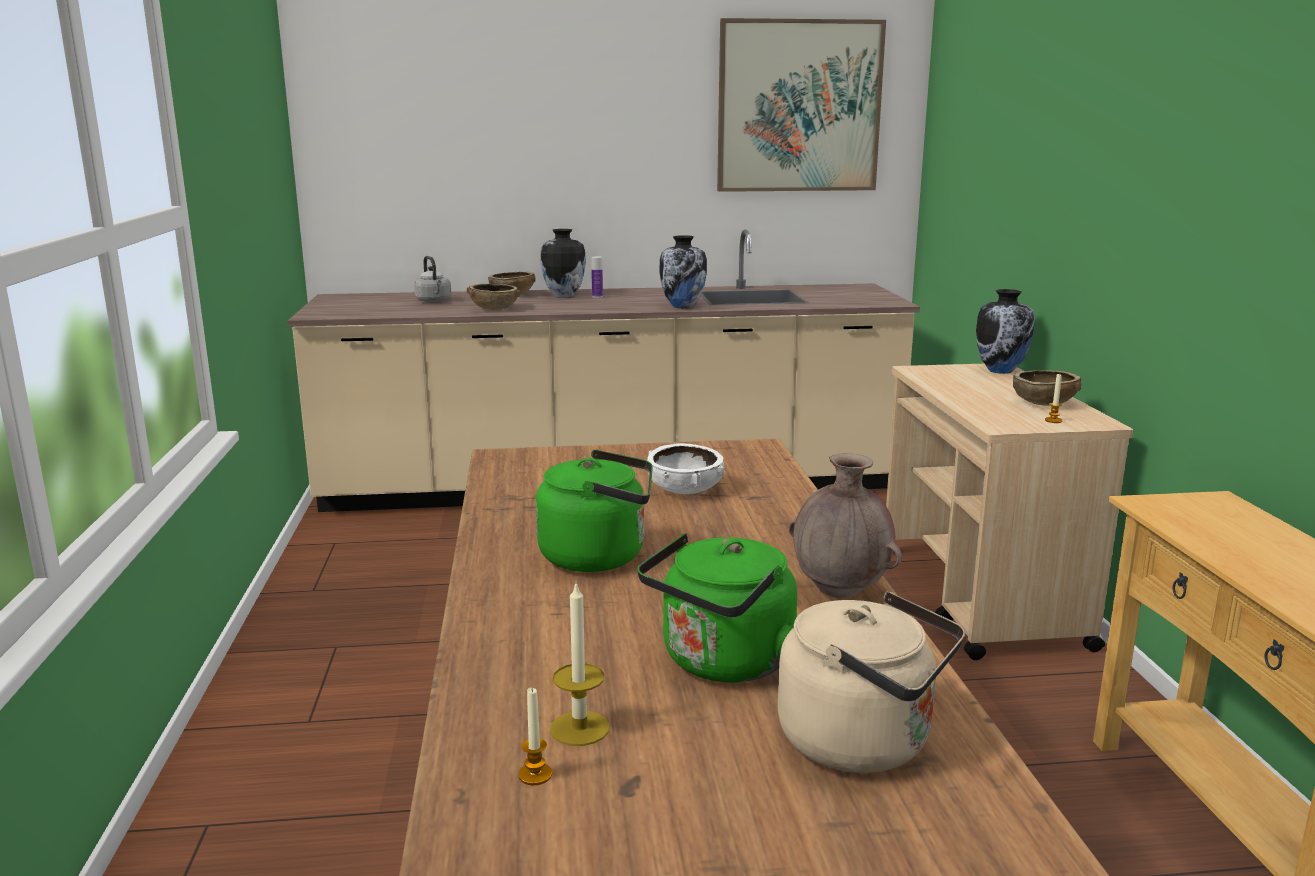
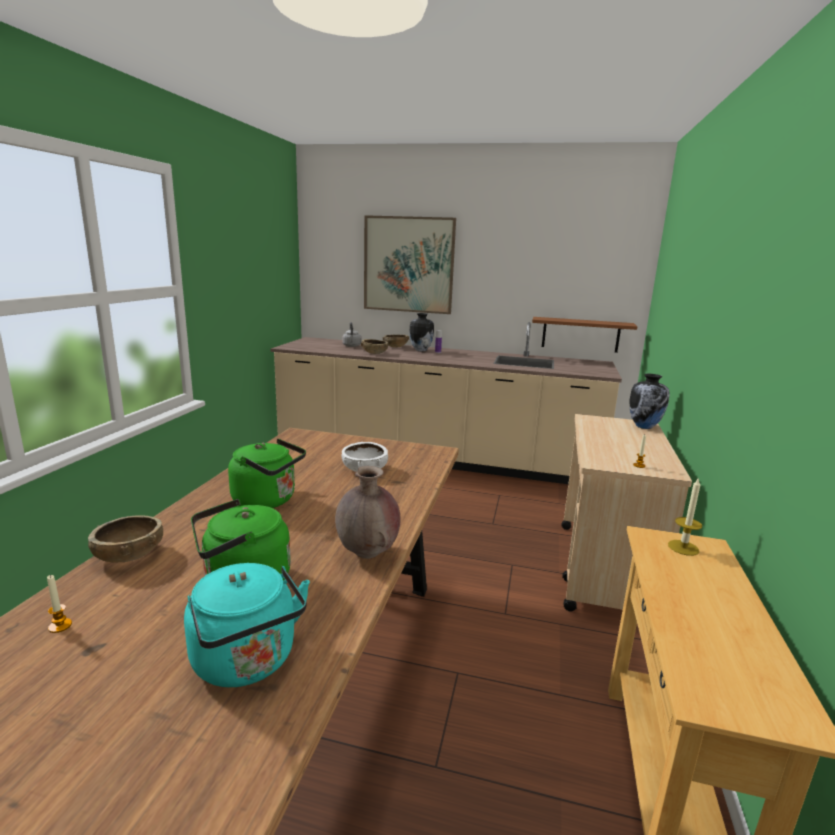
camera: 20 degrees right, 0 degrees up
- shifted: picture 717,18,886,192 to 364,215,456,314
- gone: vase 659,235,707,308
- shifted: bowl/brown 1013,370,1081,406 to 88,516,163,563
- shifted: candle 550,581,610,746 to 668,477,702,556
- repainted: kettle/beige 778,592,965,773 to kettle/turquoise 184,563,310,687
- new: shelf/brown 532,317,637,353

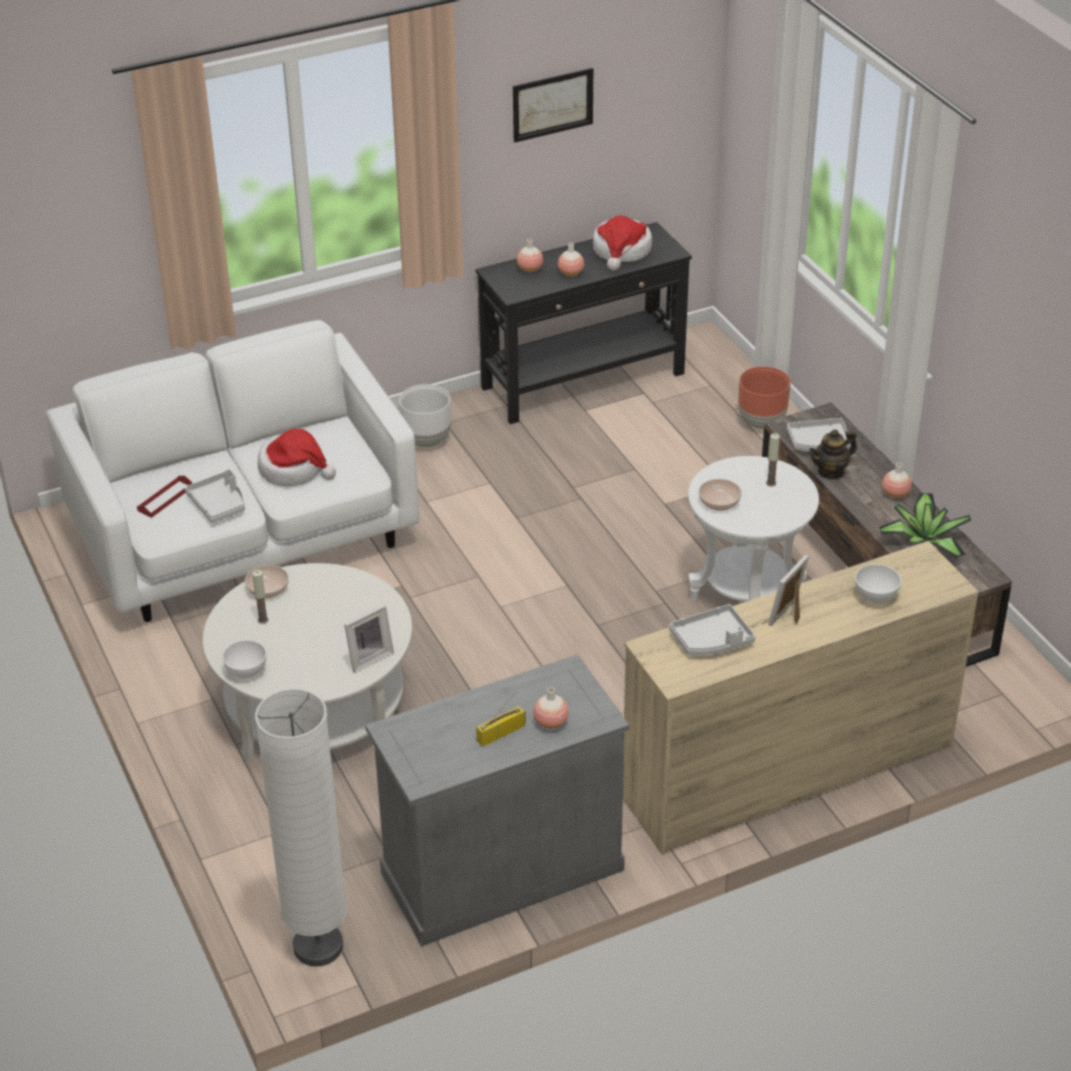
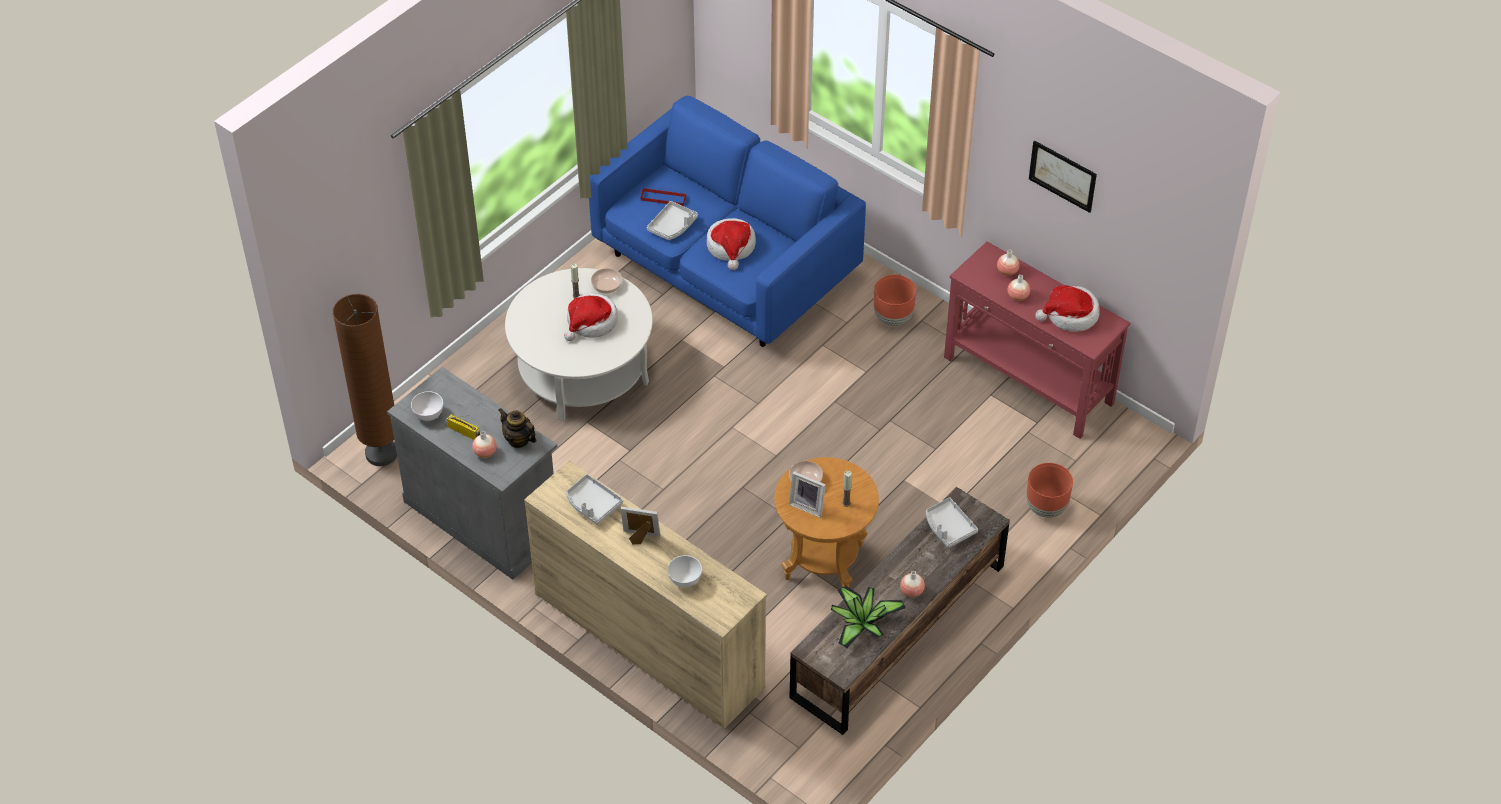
camera: 65 degrees right, 10 degrees up
- repainted: console table/black 476,222,692,424 to console table/red 944,241,1130,439
- repainted: sofa/white 46,320,420,622 to sofa/blue 589,96,866,347
- repainted: planter/white 399,384,451,447 to planter/brown 874,275,916,326
- shifted: teapot 810,429,857,480 to 499,408,537,448
- repainted: side table/white 688,456,819,601 to side table/brown 774,457,879,587
- shifted: picture frame 344,604,394,673 to 789,471,826,518
- shifted: bowl/white 222,640,266,679 to 411,391,443,421
- repainted: floor lamp/white 255,688,347,967 to floor lamp/brown 333,294,397,466
- new: hat 564,293,618,341

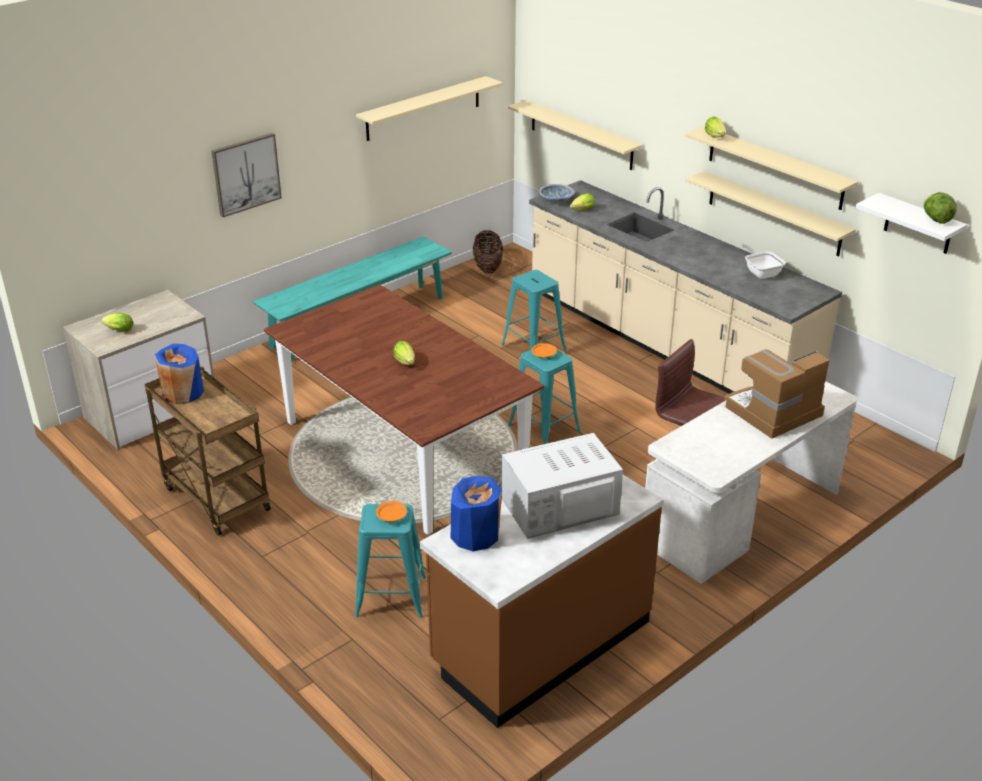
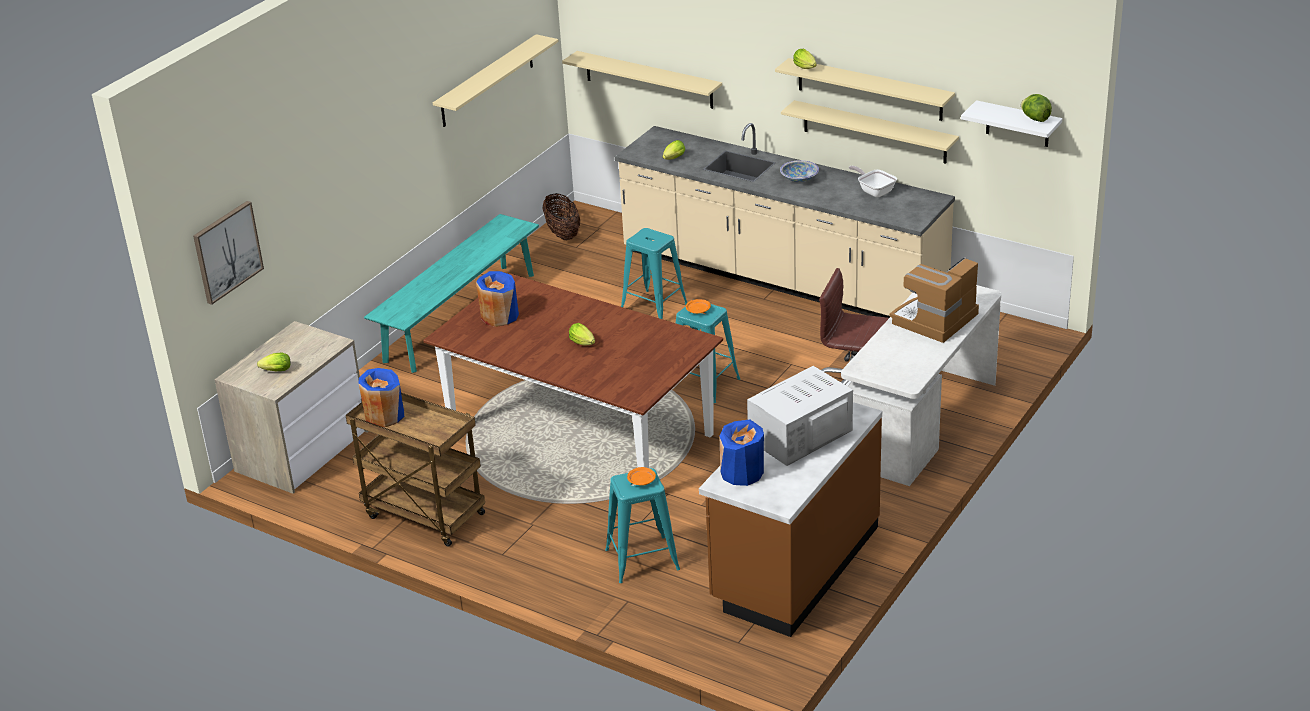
camera: 15 degrees left, 0 degrees up
- shifted: picture 211,133,282,217 to 193,201,264,305
- shifted: bowl 538,184,575,203 to 780,160,819,182
- new: vase/blue 476,271,519,327

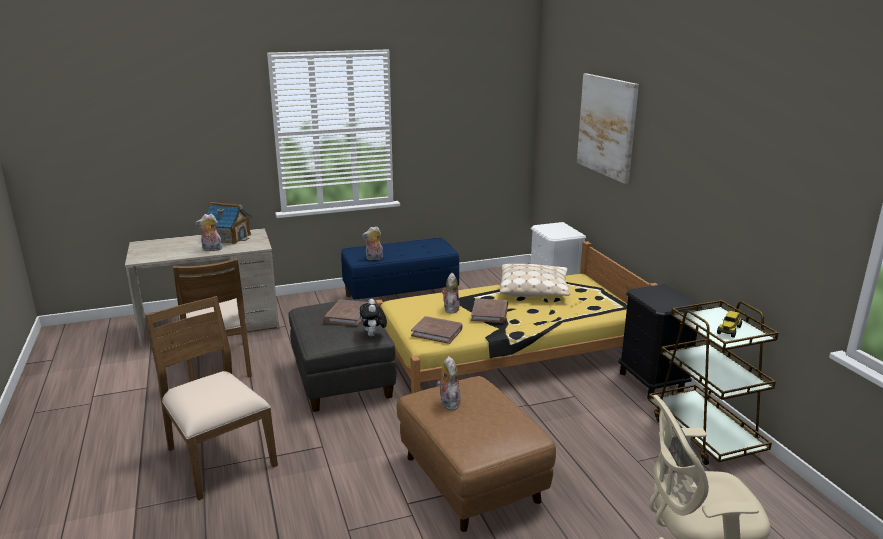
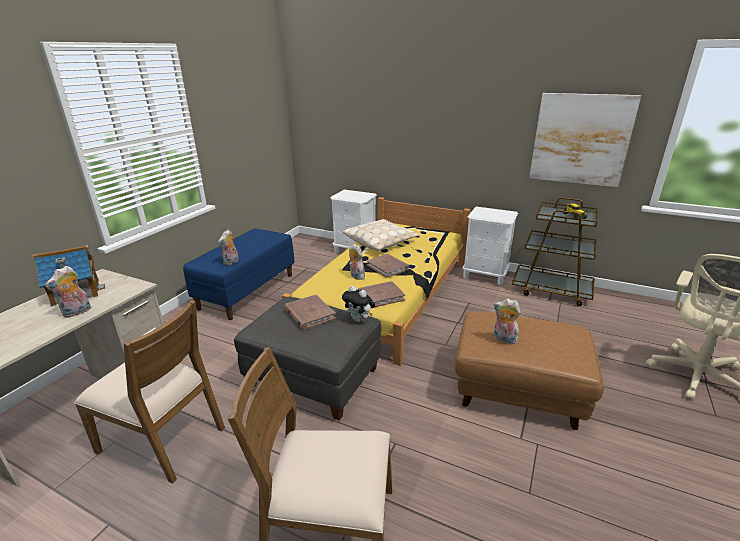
camera: 45 degrees left, 5 degrees up
- shifted: picture 577,73,639,184 to 529,93,641,187
- repainted: nightstand/black 618,284,703,399 to nightstand/white 462,207,518,285

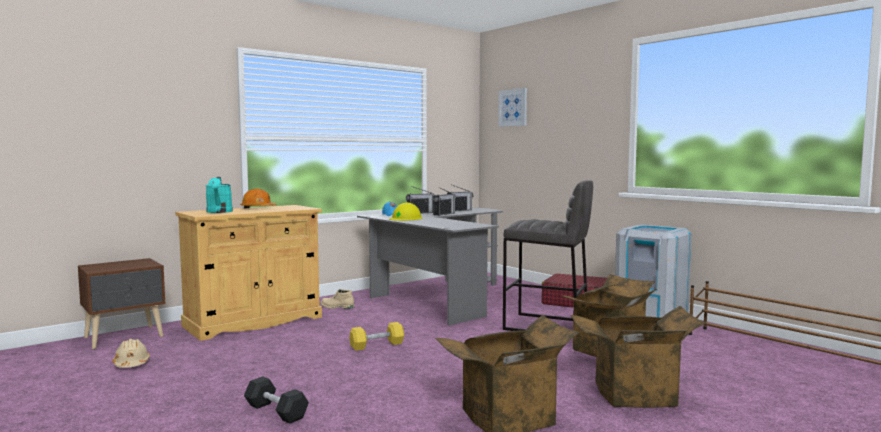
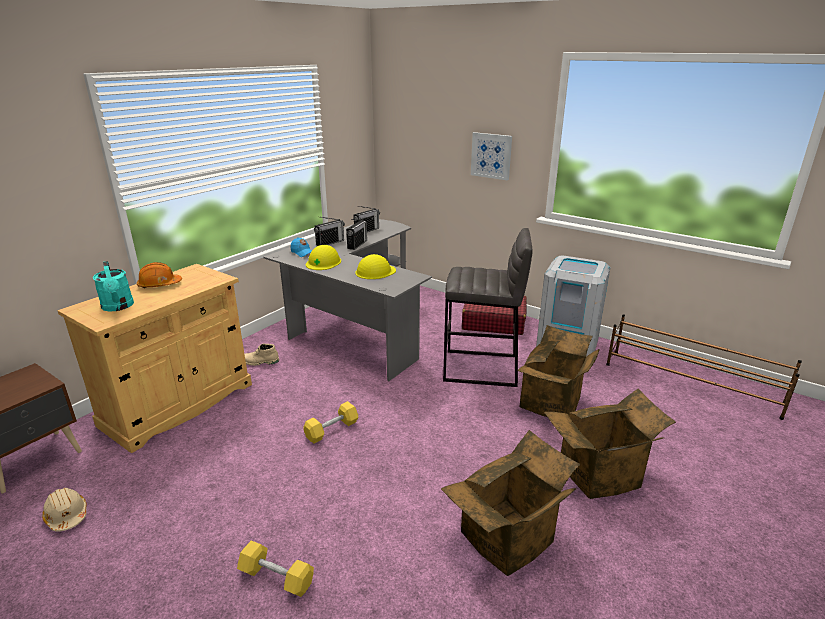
camera: 15 degrees left, 20 degrees up
- shifted: picture 498,88,527,127 to 471,132,512,180
- repainted: dumbbell/black 244,376,309,424 to dumbbell/yellow 237,540,314,597
- new: hard hat/yellow 355,254,396,279

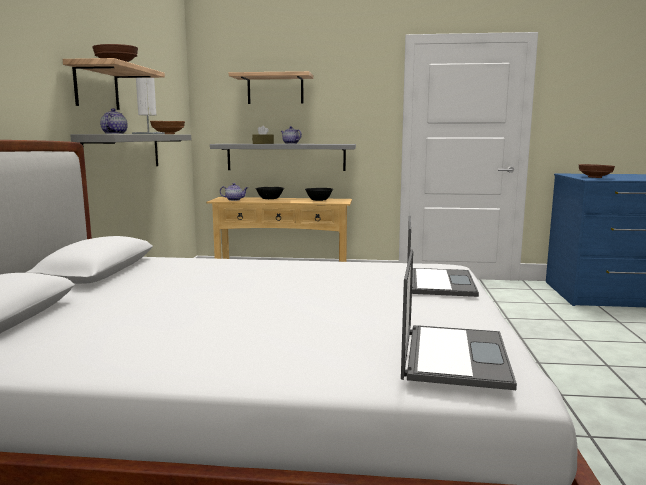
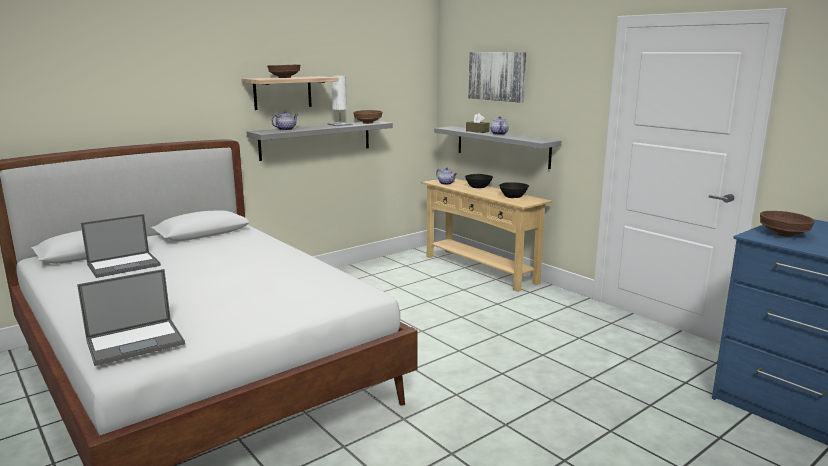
camera: 45 degrees right, 5 degrees up
- swapped: shelf 229,71,313,104 to picture 468,52,526,103
- shifted: laptop 407,216,479,297 to 81,214,161,278

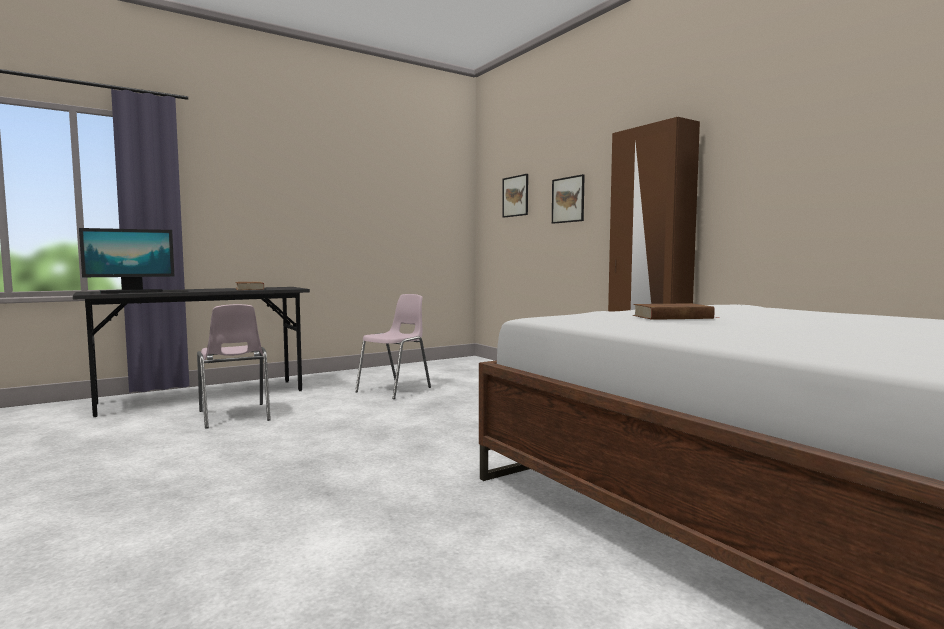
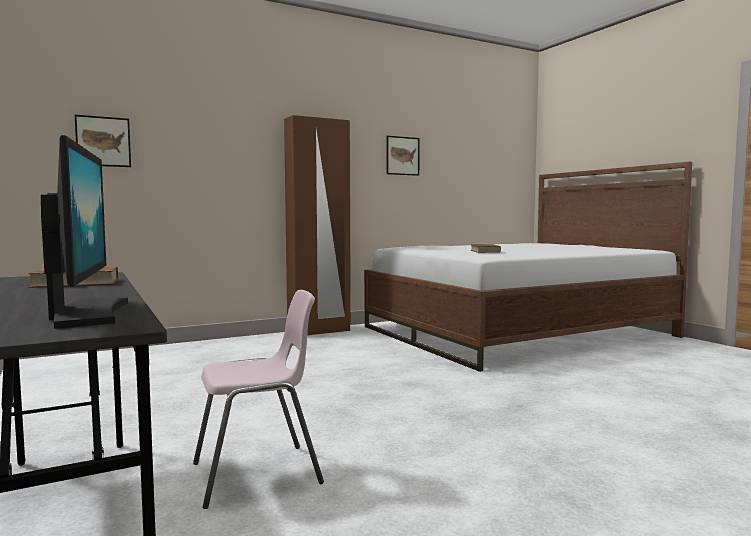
camera: 85 degrees left, 0 degrees up
- shifted: picture 552,174,585,224 to 386,136,420,176
- gone: chair/pink 355,294,431,399

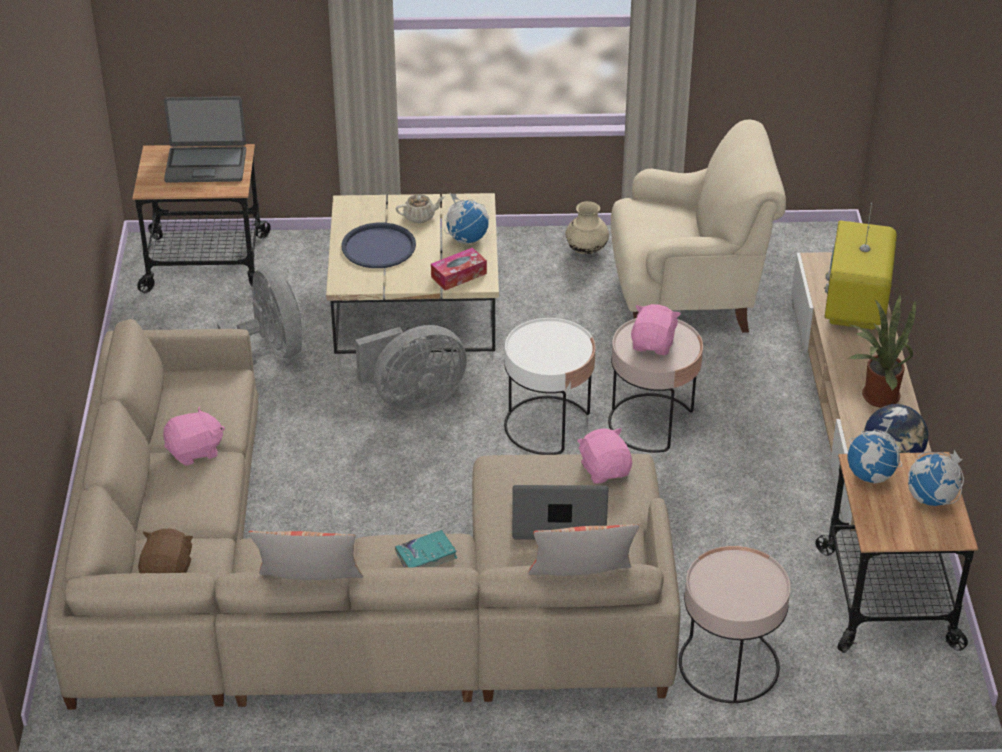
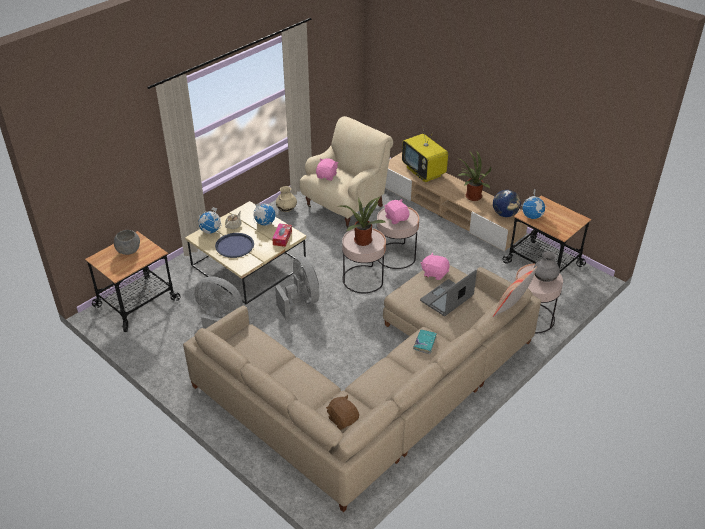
camera: 45 degrees left, 0 degrees up
- swapped: laptop 164,96,246,183 to bowl/grey 114,230,140,255
- repainted: side table/white 504,318,595,455 to side table/pink 342,228,386,293
- rotated: fan/grey 355,325,467,412 = 275,256,319,320 45 degrees counterclockwise
- shifted: plush toy/pink 163,407,225,466 to 316,158,338,181
- shifted: globe 908,450,964,506 to 198,206,222,234
- gone: pillow 249,531,363,580
- new: potted plant 338,197,385,246
- new: vase/grey 534,251,560,282

